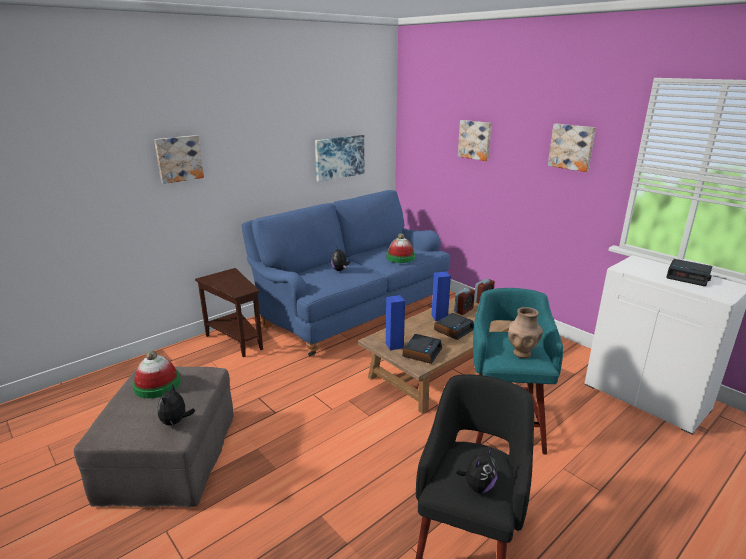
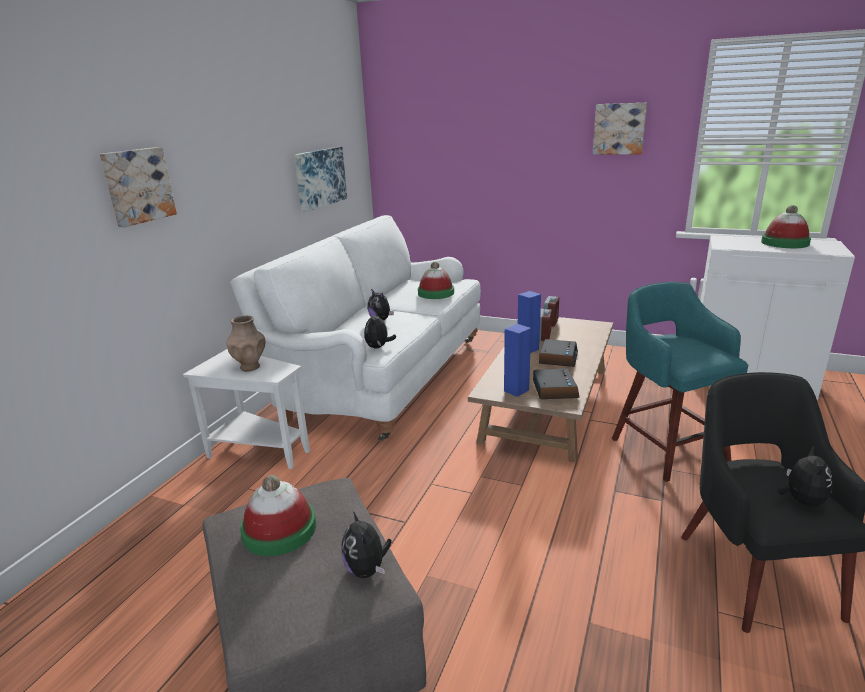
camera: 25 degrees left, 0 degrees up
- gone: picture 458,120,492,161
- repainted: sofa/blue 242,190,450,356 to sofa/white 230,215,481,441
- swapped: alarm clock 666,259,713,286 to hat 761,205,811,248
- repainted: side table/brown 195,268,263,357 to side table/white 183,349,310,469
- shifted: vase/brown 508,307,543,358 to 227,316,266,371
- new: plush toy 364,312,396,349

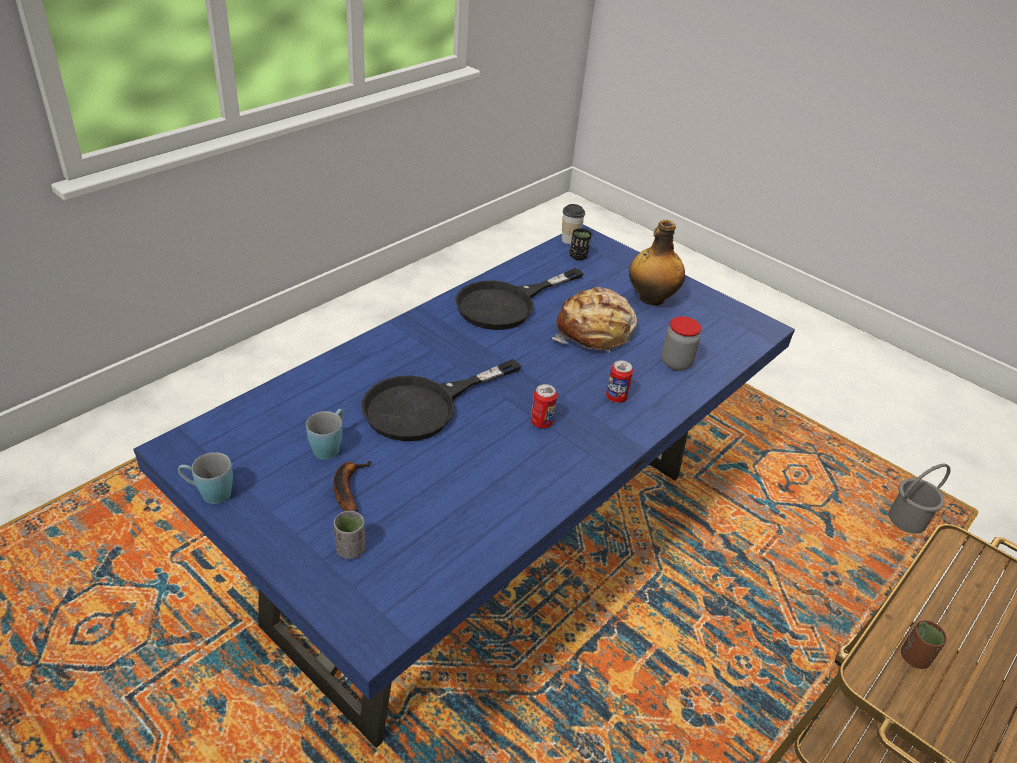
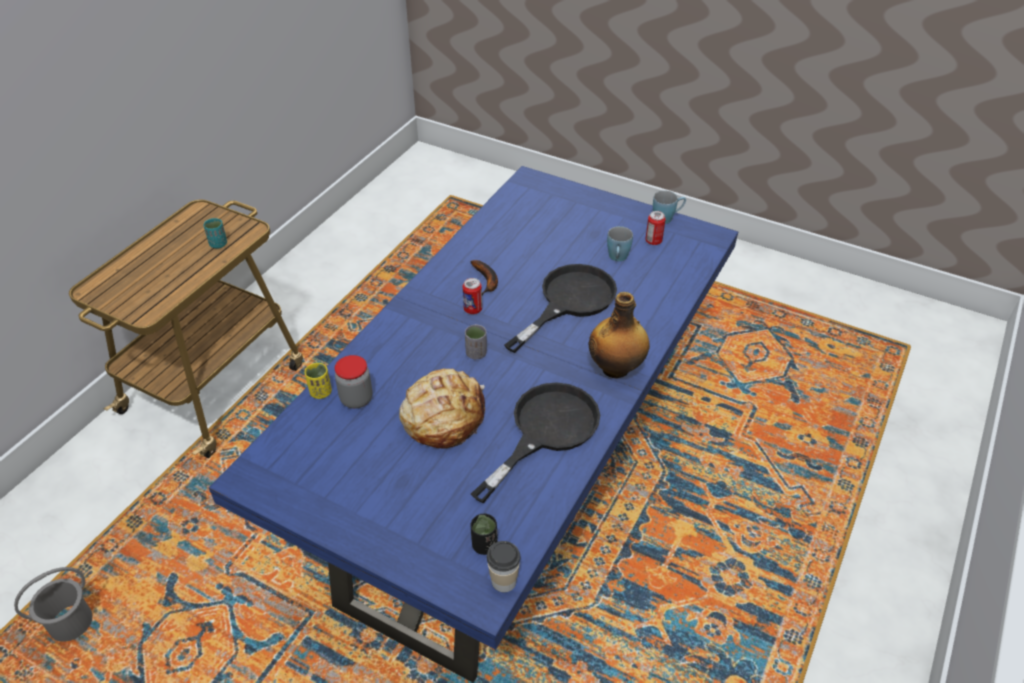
camera: 170 degrees right, 5 degrees up
- shifted: bottle 629,220,685,306 to 589,292,650,379
- shifted: can 606,360,633,403 to 645,211,666,245
- shifted: banana 333,461,372,512 to 470,260,498,295
- shifted: cup/grey 334,511,365,559 to 465,324,487,359
- repainted: cup/brown 901,620,947,669 to cup/turquoise 204,218,227,248
- new: cup/yellow 305,363,332,399

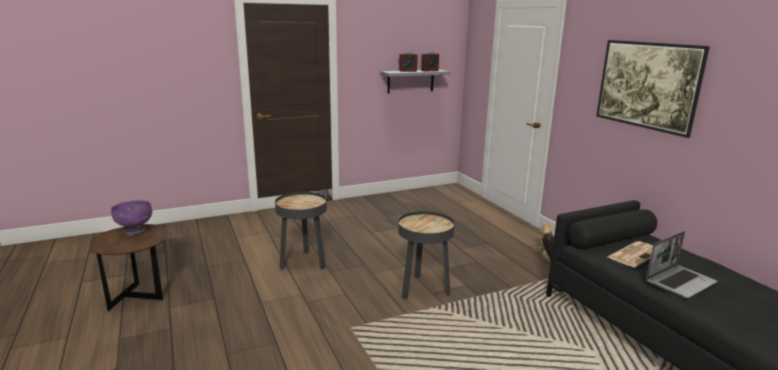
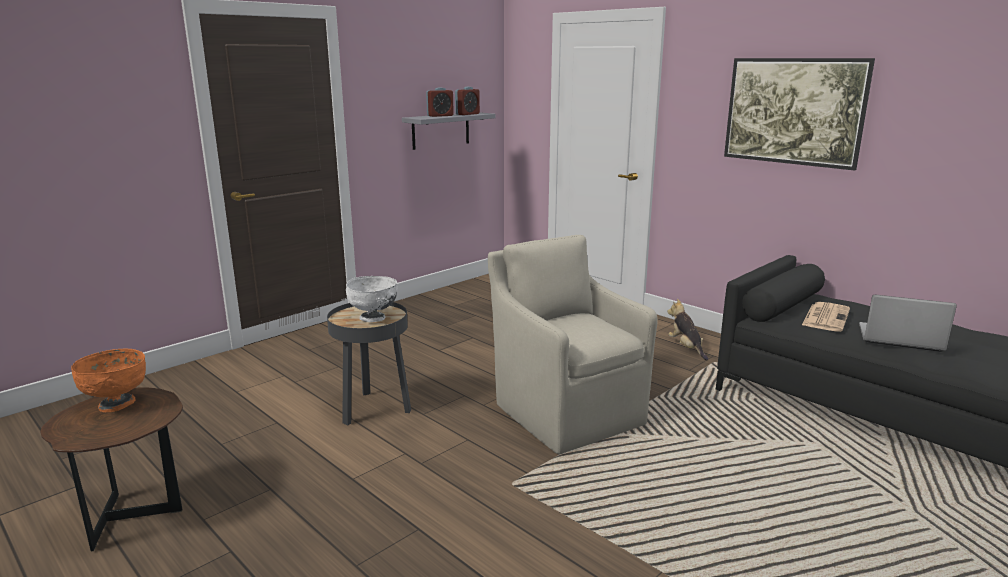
camera: 20 degrees left, 0 degrees up
- repainted: bowl/purple 111,200,152,236 to bowl/orange 71,349,146,412
- swapped: side table/black 398,211,455,300 to armchair/beige 488,235,658,455
- rotated: laptop 646,231,718,298 = 859,295,957,352 105 degrees counterclockwise
- new: bowl/white 346,276,398,322

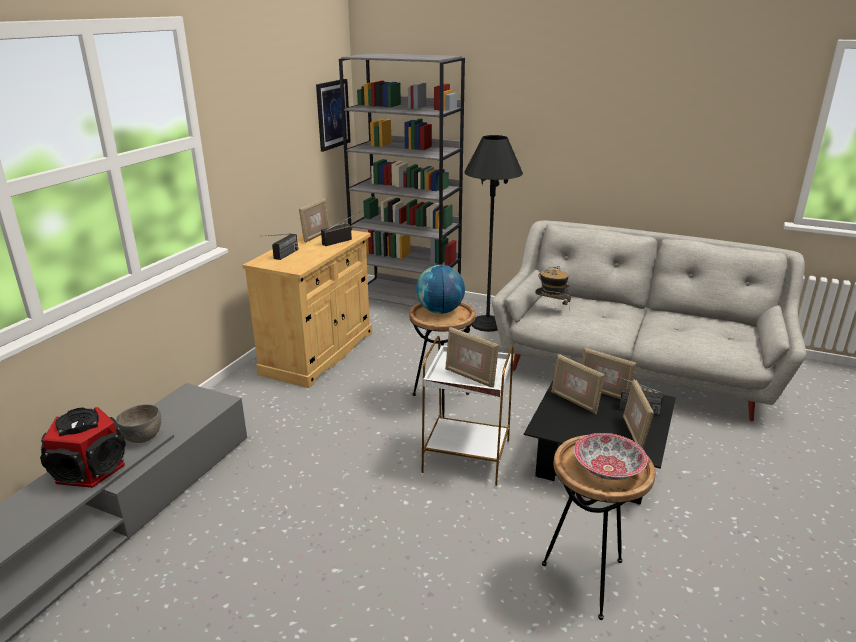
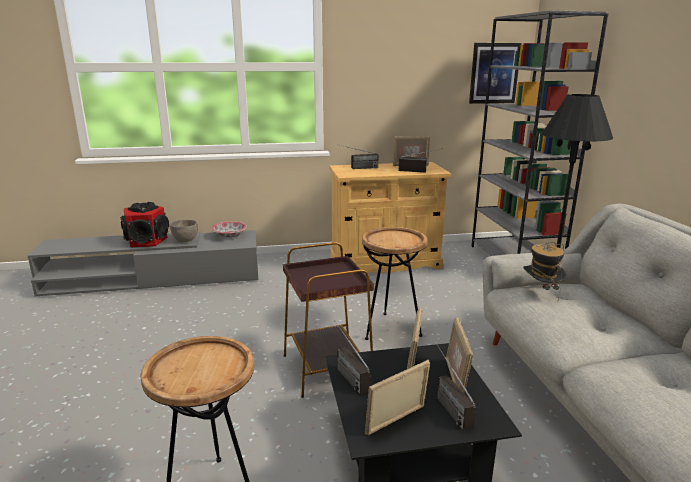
camera: 55 degrees right, 5 degrees down
- gone: globe 416,265,465,314
- gone: picture frame 445,327,499,388
- repainted: side table/white 421,336,514,489 to side table/brown 283,242,374,398
- shifted: bowl 574,433,648,480 to 211,222,247,238
- new: radio 334,320,371,394

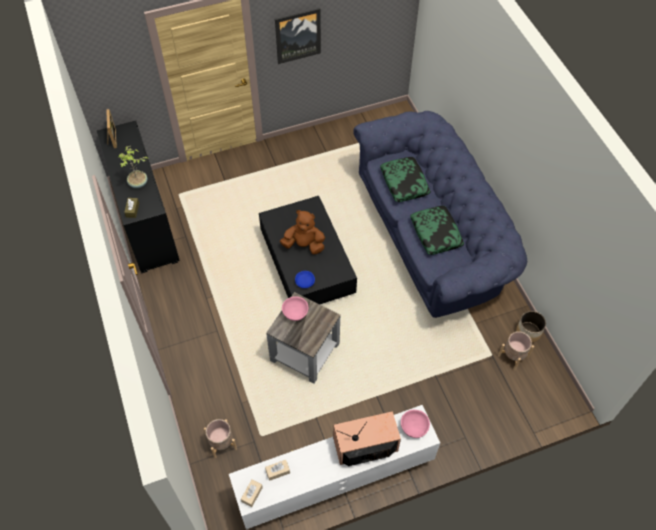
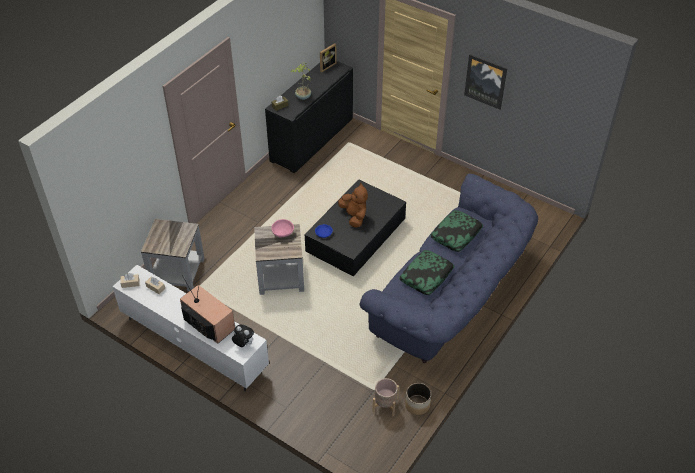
camera: 55 degrees right, 10 degrees down
- swapped: bowl/pink 401,410,430,438 to plush toy 232,325,254,347
- swapped: planter/beige 204,419,237,458 to side table/grey 141,219,205,291

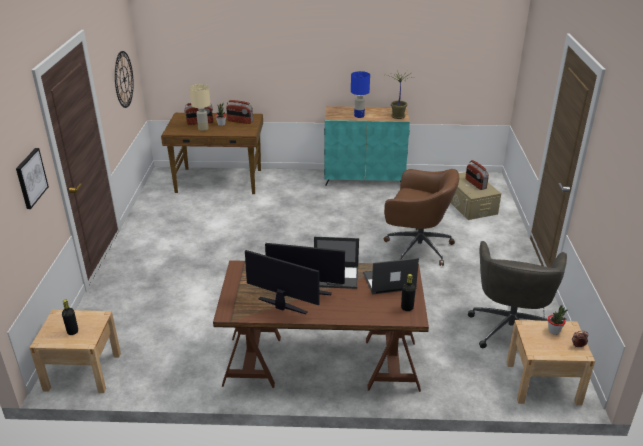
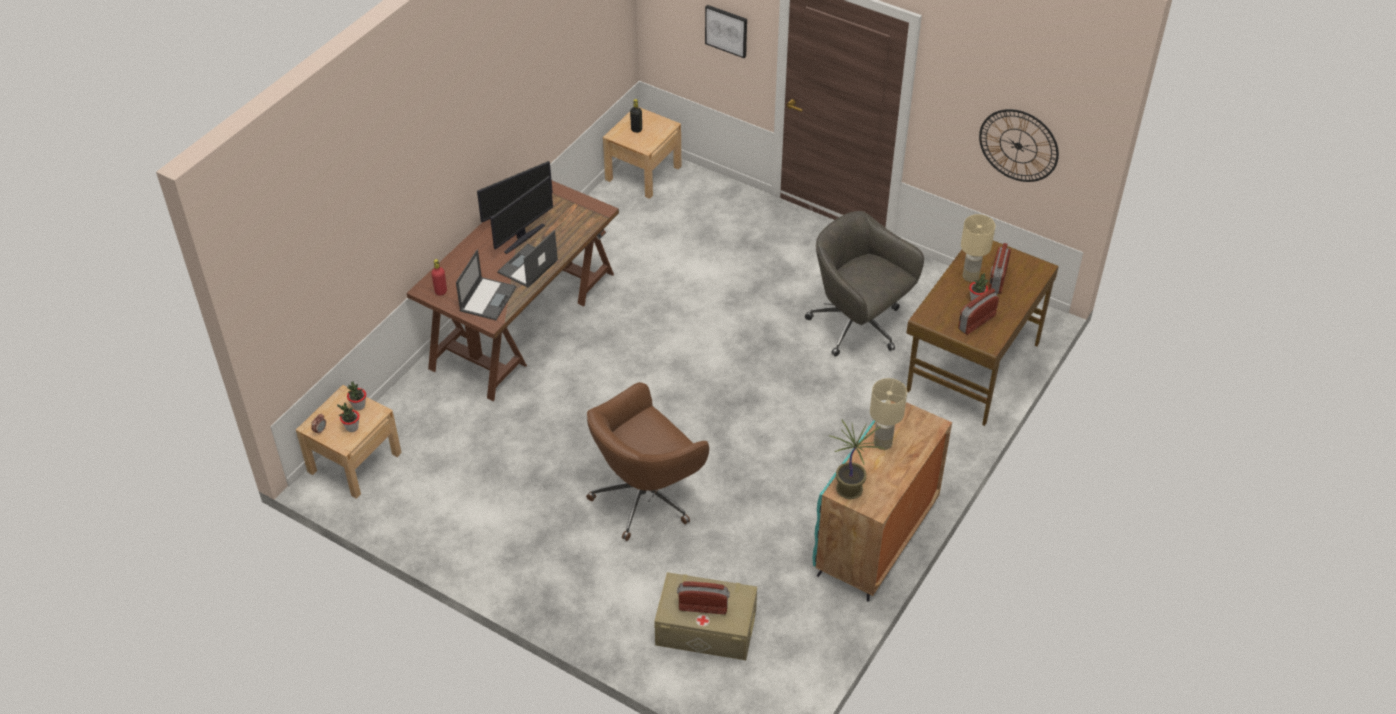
camera: 120 degrees right, 15 degrees up
- repainted: table lamp/blue 351,71,370,118 to table lamp/beige 870,378,907,450
- shifted: office chair/grey 468,241,567,348 to 805,211,924,357
- repainted: bottle/black 401,274,416,311 to bottle/red 431,259,447,296
- new: potted plant 347,382,366,410

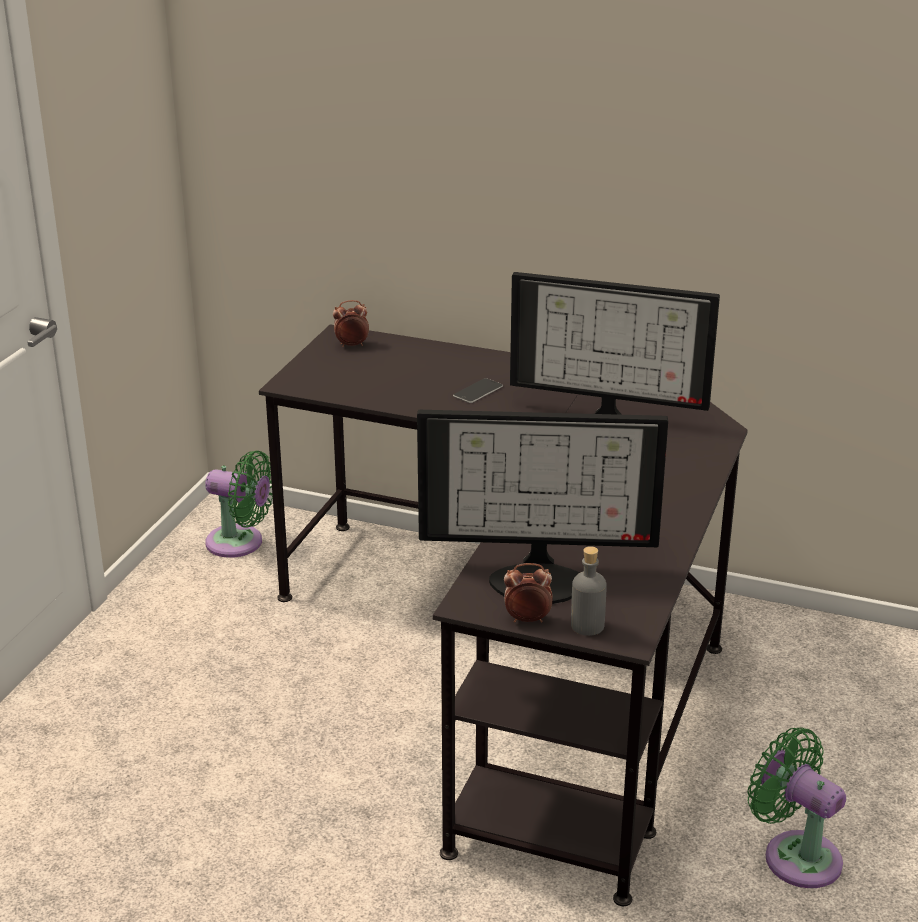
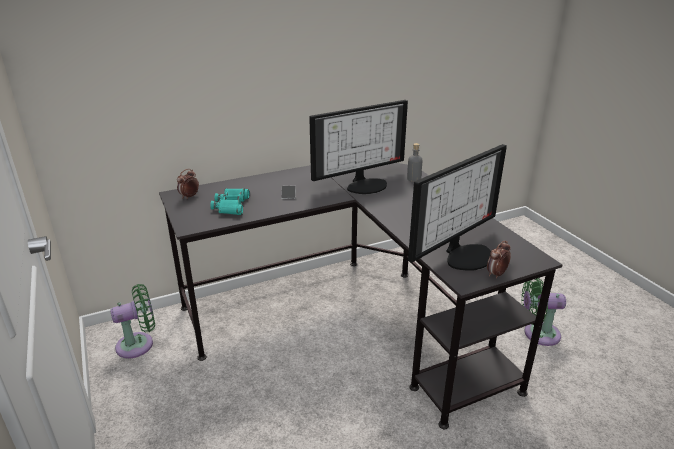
camera: 45 degrees left, 0 degrees up
- shifted: bottle/grey 571,546,607,636 to 407,143,422,182
- new: binoculars/turquoise 210,188,249,215

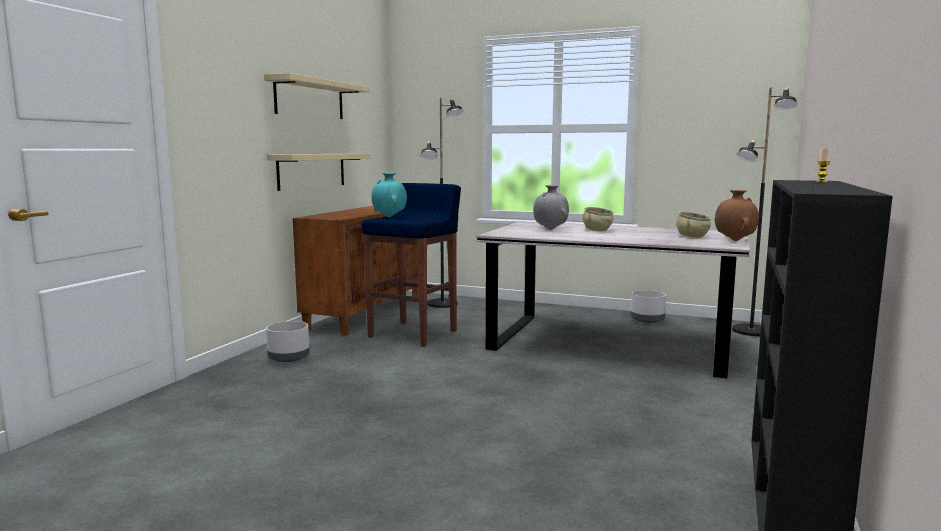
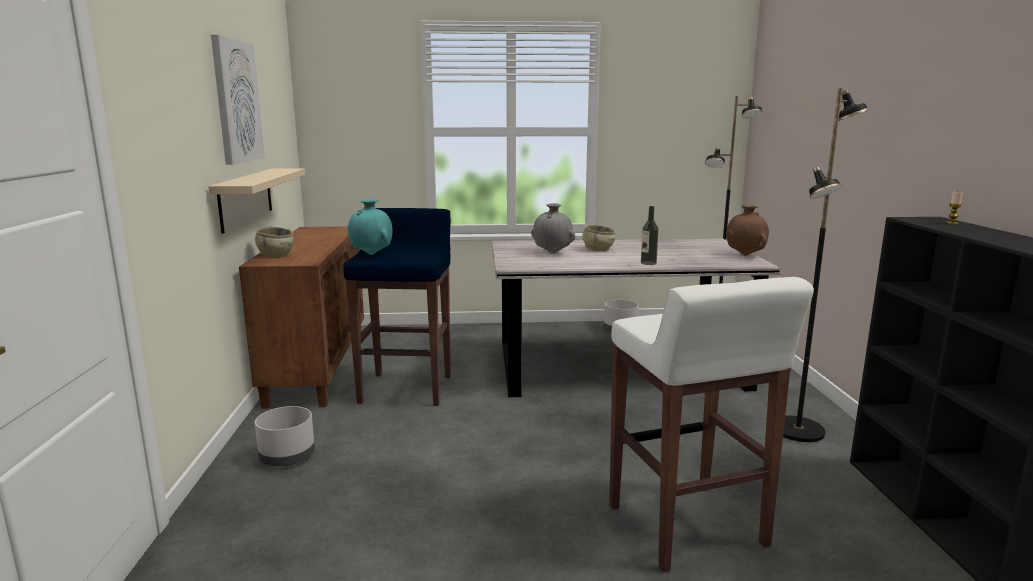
camera: 25 degrees left, 5 degrees up
- swapped: shelf/beige 264,73,370,119 to picture 211,35,265,165
- shifted: floor lamp/black 421,97,463,308 to 783,88,869,442
- shifted: bowl/beige 676,211,711,238 to 255,227,294,257
- new: bottle 641,206,659,265
- new: stool/white 609,277,814,572

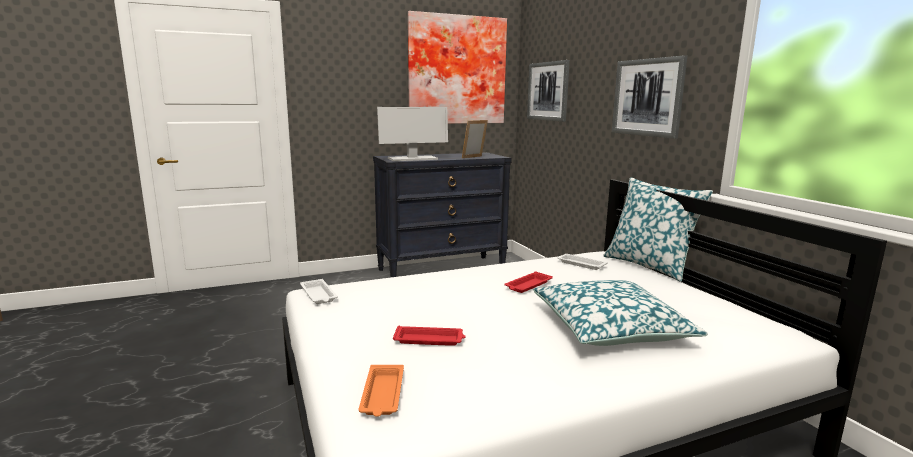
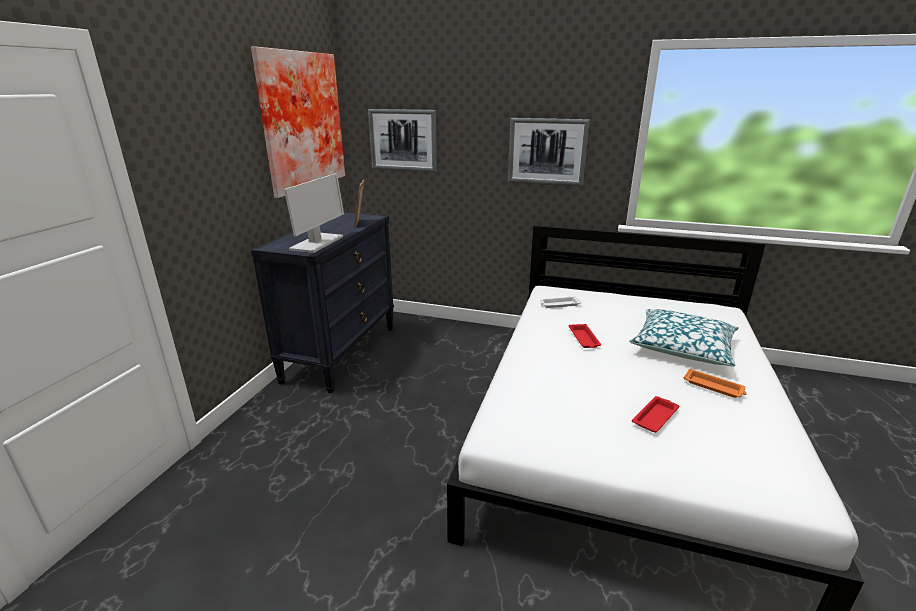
camera: 50 degrees left, 10 degrees up
- gone: pillow 603,177,713,282
- gone: tray/white 300,279,338,304
- shifted: tray/orange 359,365,404,417 to 684,368,747,398

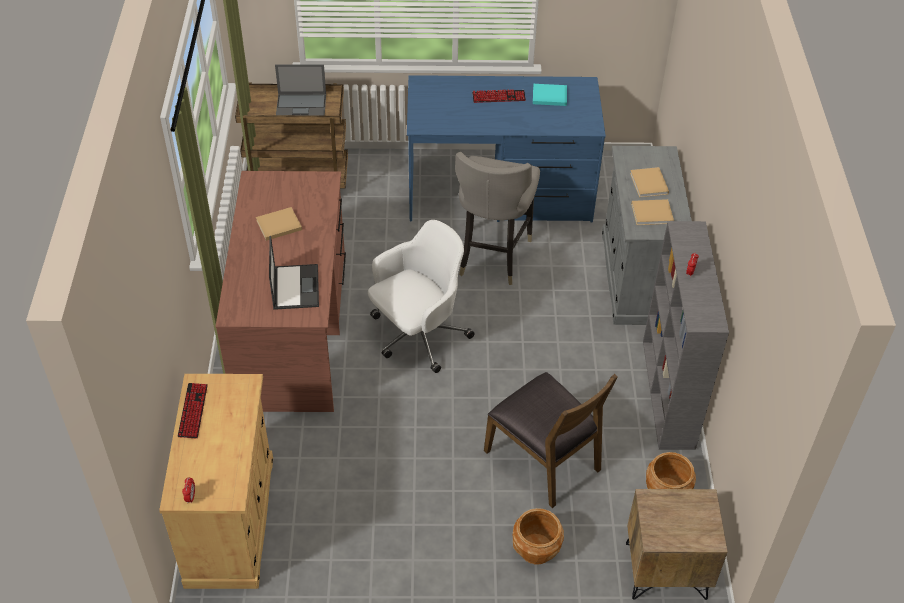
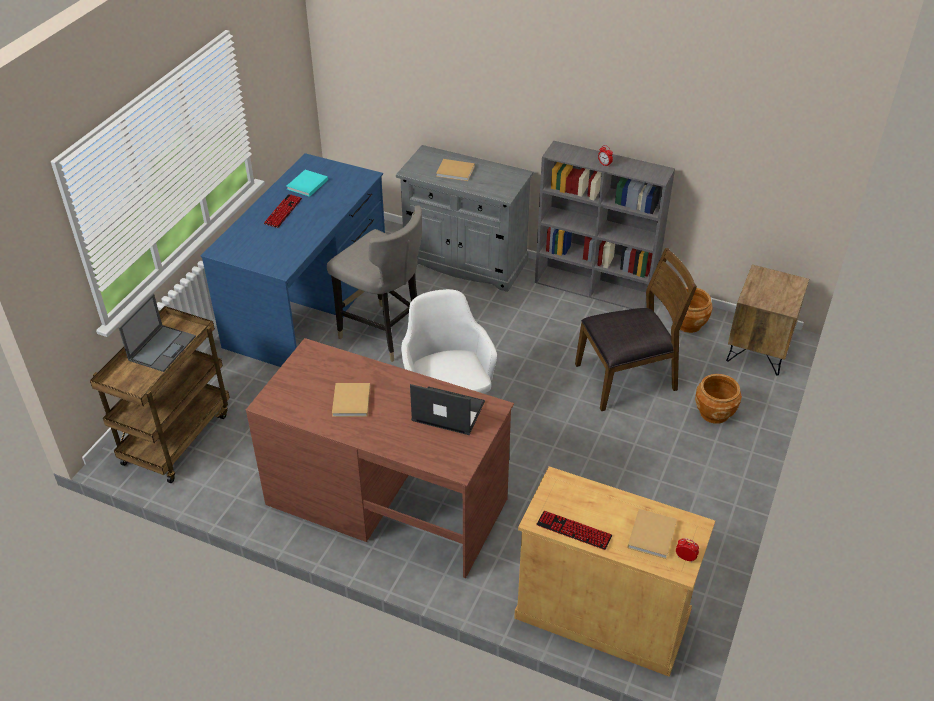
camera: 65 degrees left, 5 degrees down
- shifted: book/beige 631,199,674,225 to 627,509,677,559

